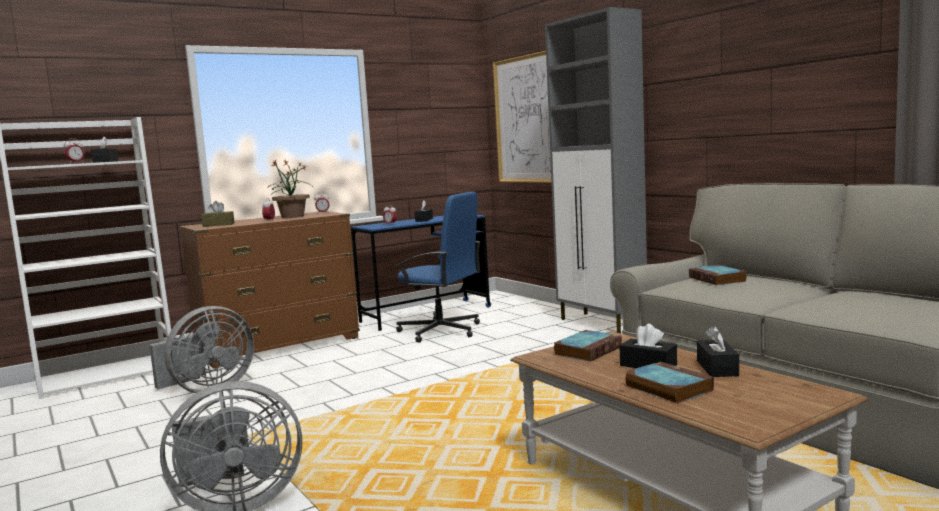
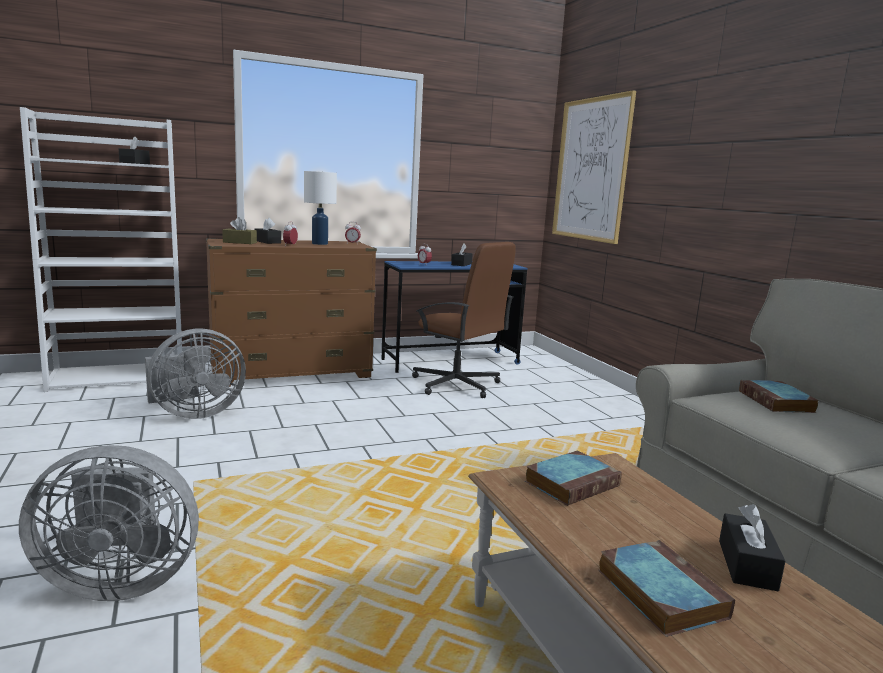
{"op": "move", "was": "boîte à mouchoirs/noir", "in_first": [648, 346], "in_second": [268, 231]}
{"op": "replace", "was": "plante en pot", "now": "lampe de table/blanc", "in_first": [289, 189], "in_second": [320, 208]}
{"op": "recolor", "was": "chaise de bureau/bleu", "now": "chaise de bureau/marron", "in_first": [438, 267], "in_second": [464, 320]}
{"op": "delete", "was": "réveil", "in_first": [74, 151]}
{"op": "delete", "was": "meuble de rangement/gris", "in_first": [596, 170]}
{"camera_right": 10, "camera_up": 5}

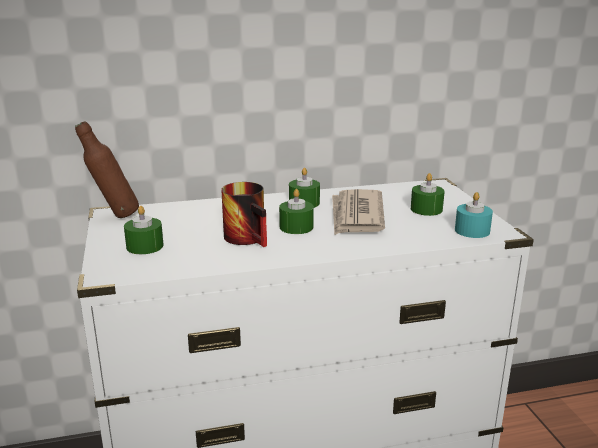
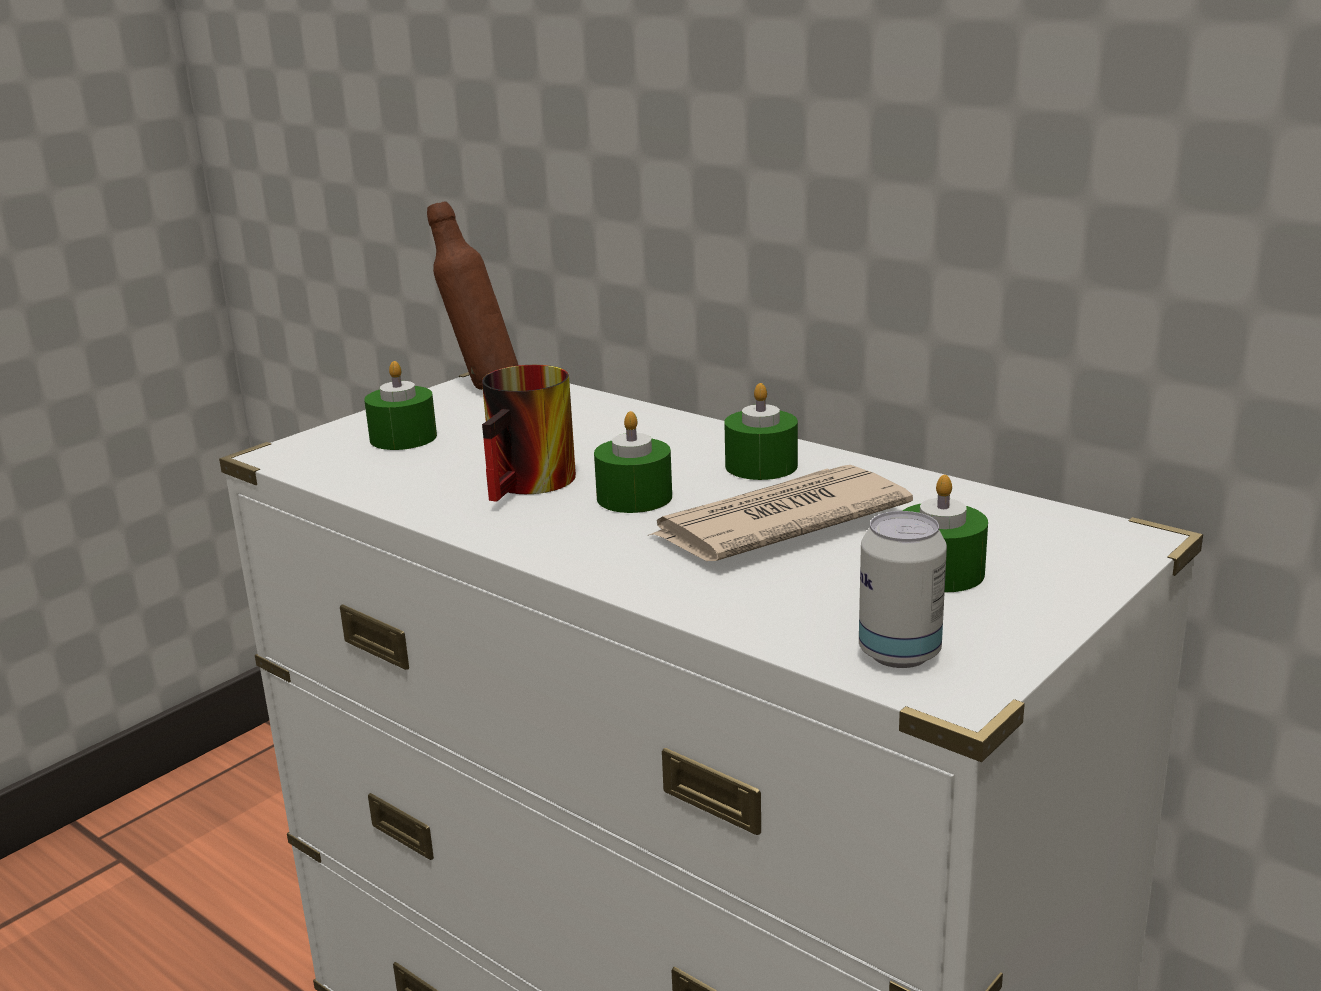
{"op": "replace", "was": "bougie/turquoise", "now": "boîte métallique", "in_first": [474, 215], "in_second": [903, 589]}
{"camera_right": 55, "camera_up": 0}

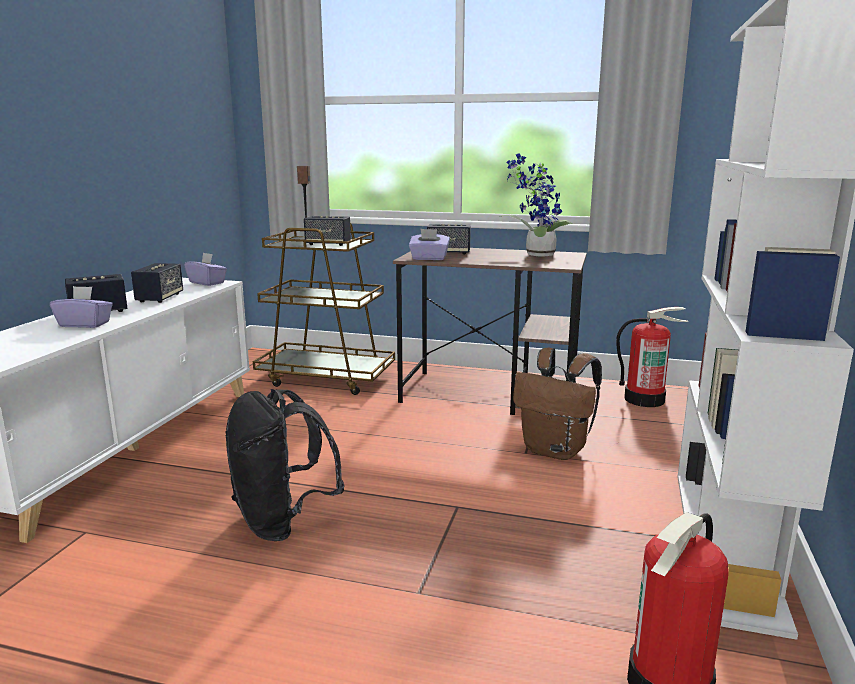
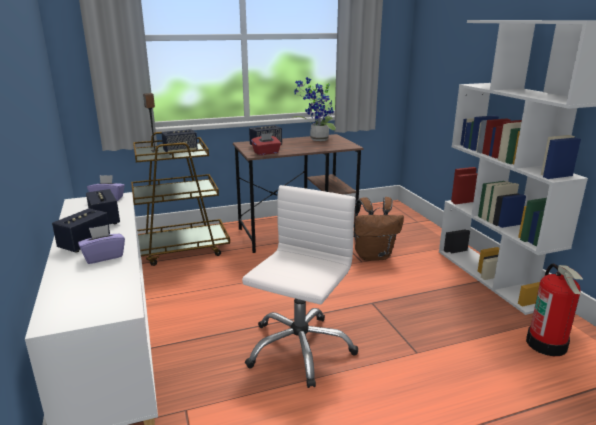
{"op": "replace", "was": "sac à dos/noir", "now": "chaise de bureau/blanc", "in_first": [285, 465], "in_second": [300, 286]}
{"op": "recolor", "was": "boîte à mouchoirs/violet", "now": "boîte à mouchoirs/rouge", "in_first": [429, 244], "in_second": [266, 144]}
{"op": "delete", "was": "extincteur", "in_first": [652, 357]}
{"camera_right": -35, "camera_up": 5}

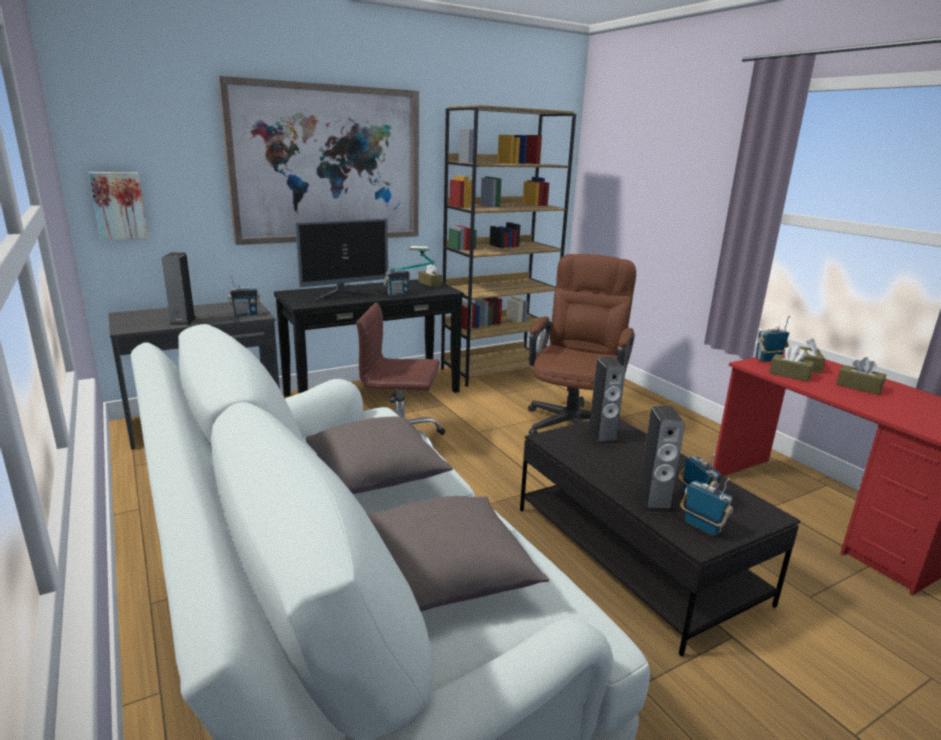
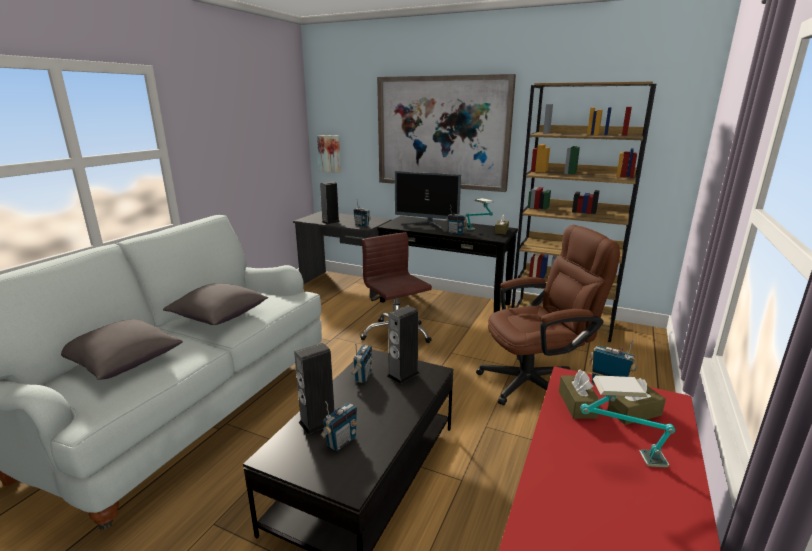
{"op": "move", "was": "radio", "in_first": [707, 507], "in_second": [362, 363]}
{"op": "replace", "was": "boîte à mouchoirs/marron", "now": "lampe de table", "in_first": [861, 376], "in_second": [627, 421]}
{"camera_right": 55, "camera_up": 0}

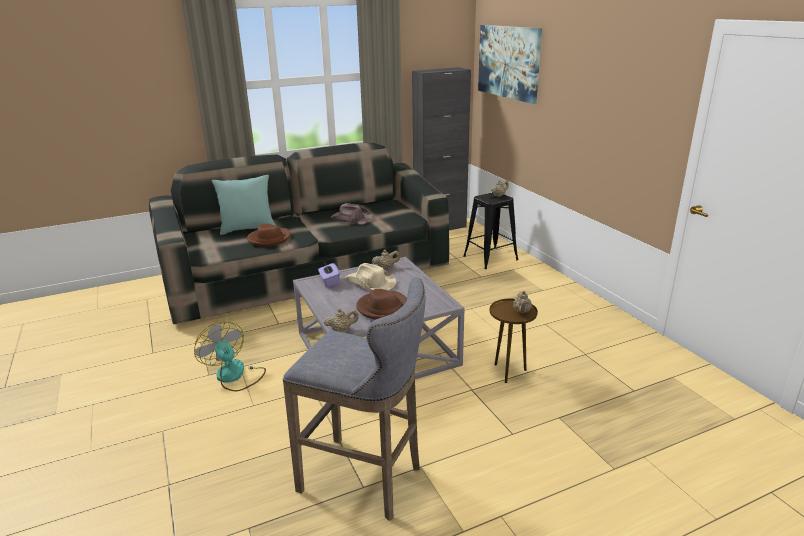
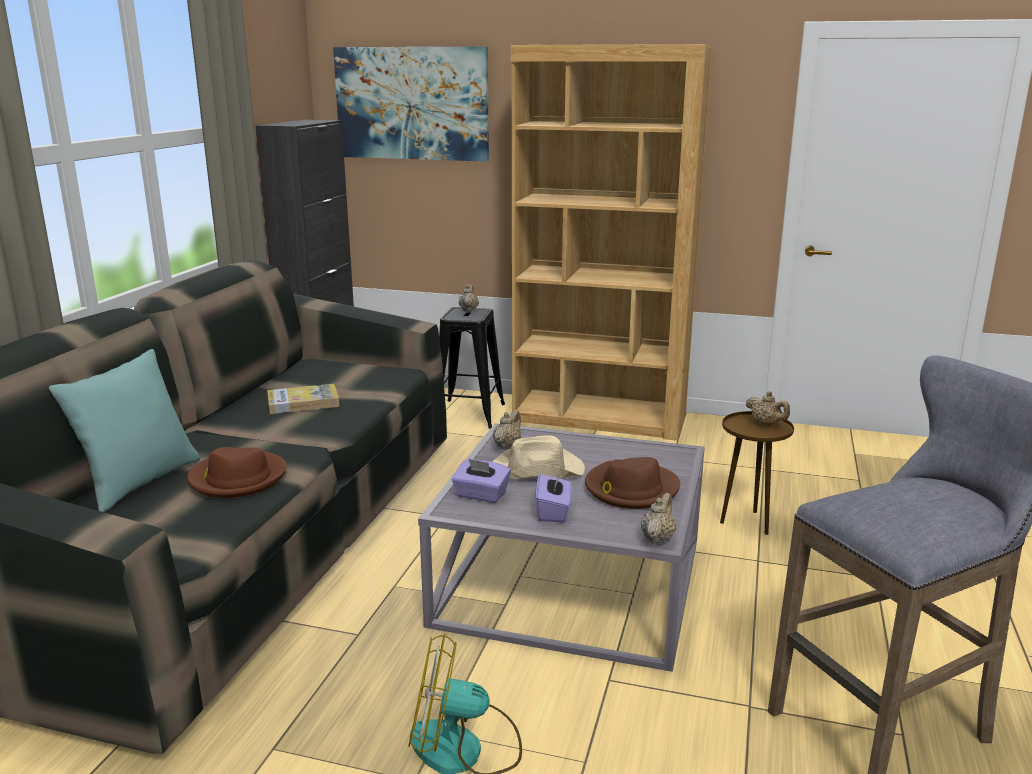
{"op": "replace", "was": "chapeau/marron", "now": "livre", "in_first": [352, 214], "in_second": [303, 399]}
{"op": "insert", "now": "bibliothèque/marron", "in_second": [611, 242]}
{"op": "insert", "now": "boîte à mouchoirs/violet", "in_second": [553, 496]}
{"camera_right": -50, "camera_up": -5}

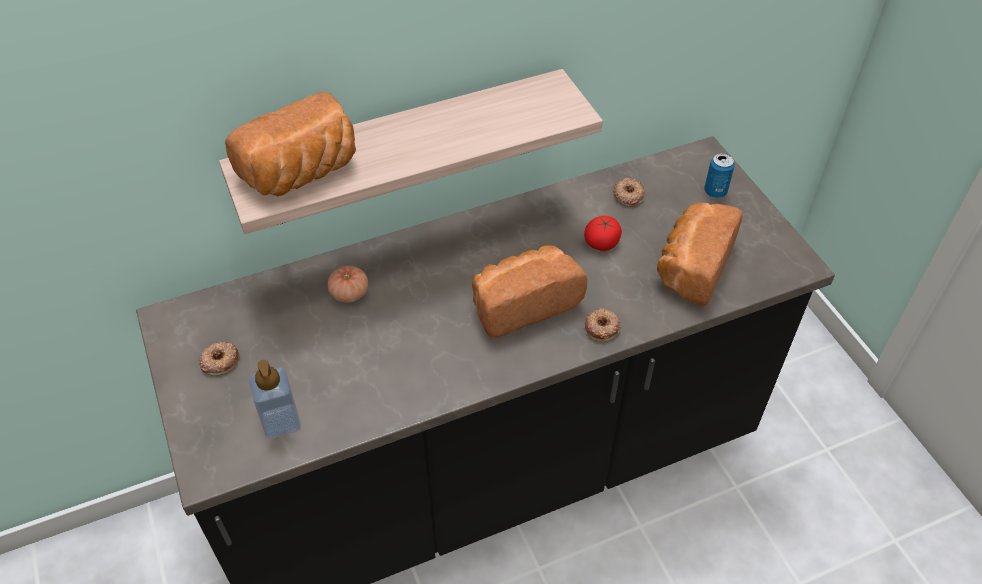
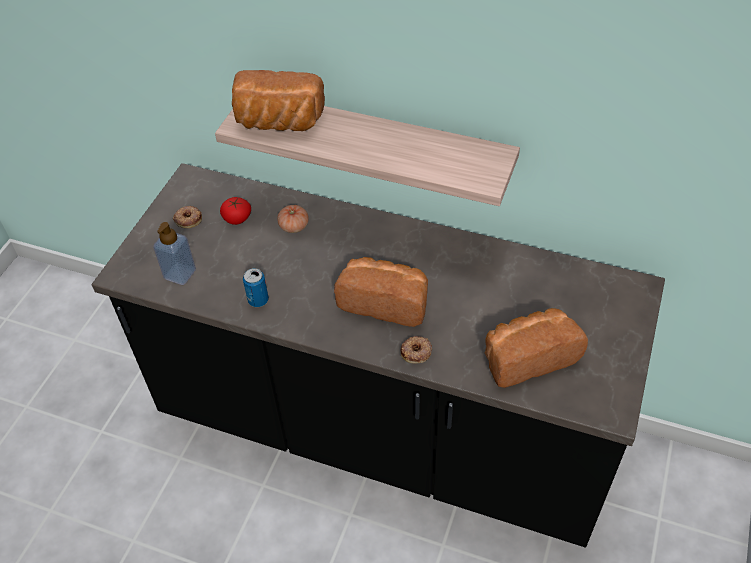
{"op": "move", "was": "tomate", "in_first": [603, 233], "in_second": [235, 211]}
{"op": "move", "was": "boîte métallique", "in_first": [719, 175], "in_second": [256, 287]}
{"op": "delete", "was": "beignet", "in_first": [629, 192]}
{"camera_right": 45, "camera_up": 0}

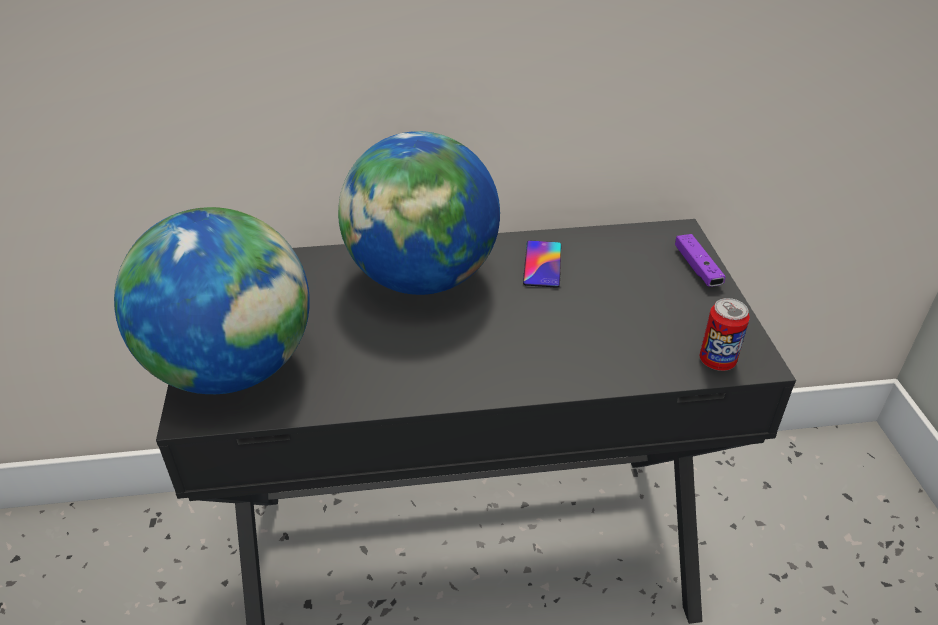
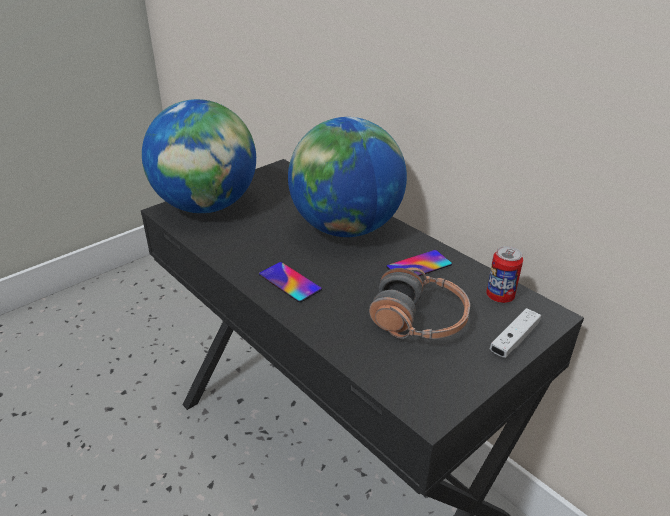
{"op": "insert", "now": "téléphone", "in_second": [290, 282]}
{"op": "insert", "now": "casque audio", "in_second": [419, 303]}
{"op": "move", "was": "boîte métallique", "in_first": [725, 334], "in_second": [504, 274]}
{"op": "recolor", "was": "manette/violet", "now": "manette/blanc", "in_first": [700, 260], "in_second": [515, 333]}
{"camera_right": 55, "camera_up": -5}

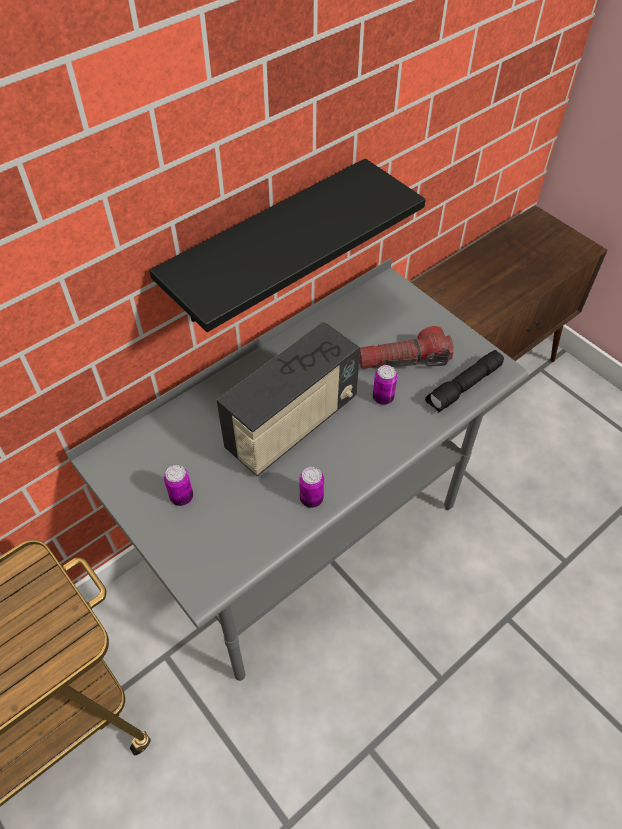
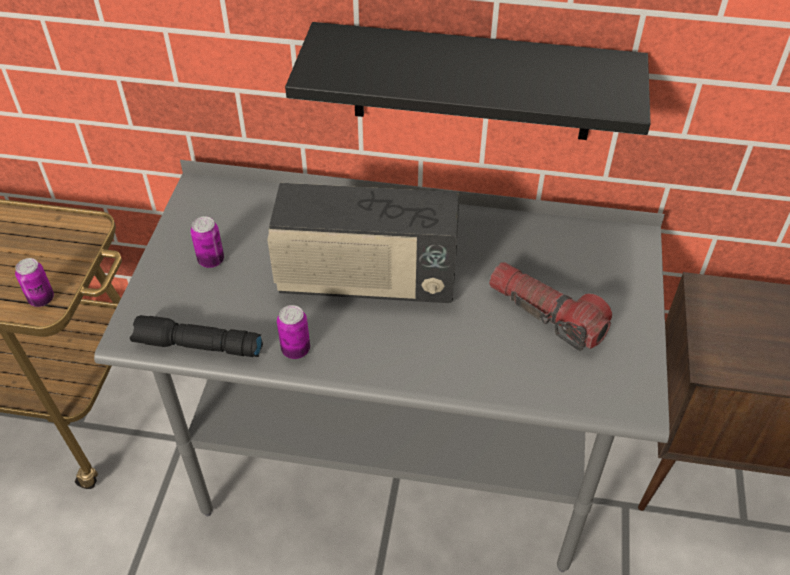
{"op": "move", "was": "boîte métallique", "in_first": [385, 385], "in_second": [34, 282]}
{"op": "move", "was": "lampe de poche/noir", "in_first": [464, 381], "in_second": [196, 336]}
{"camera_right": 50, "camera_up": -5}

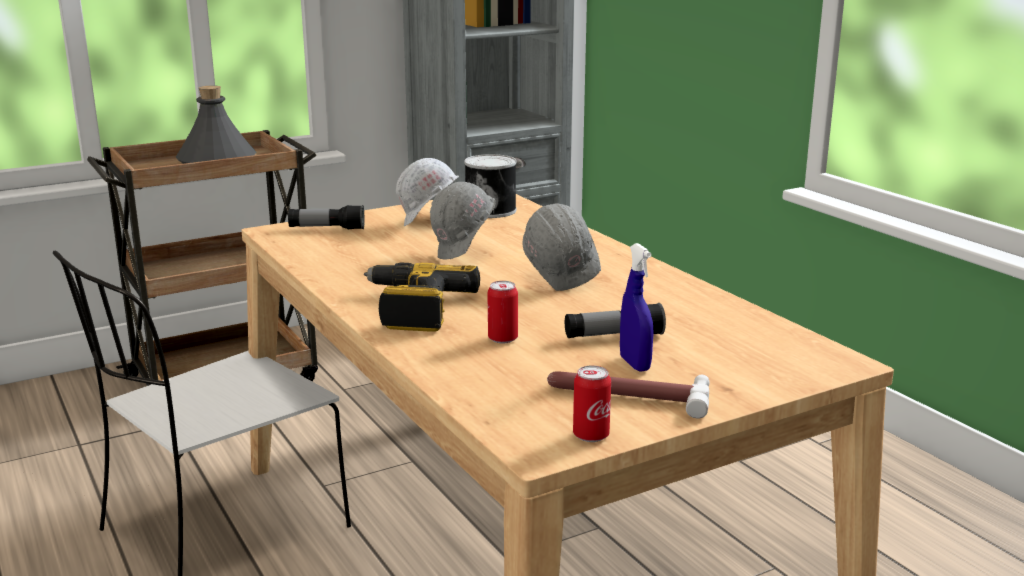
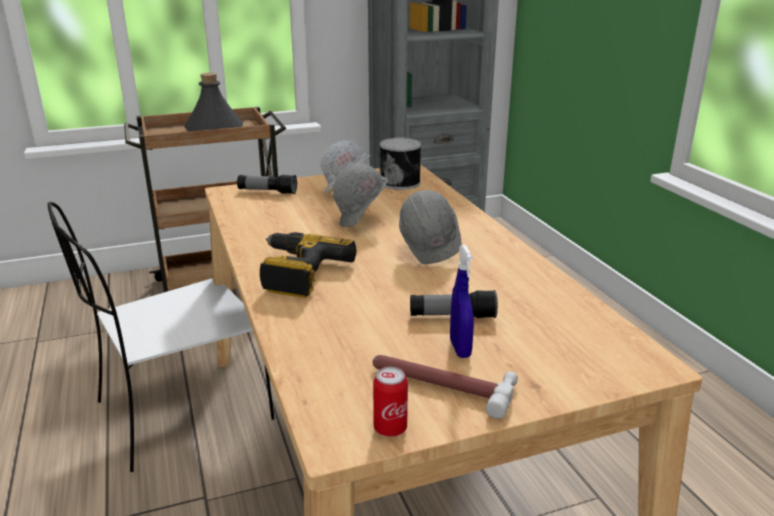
{"op": "delete", "was": "boîte métallique", "in_first": [502, 312]}
{"camera_right": 10, "camera_up": 5}

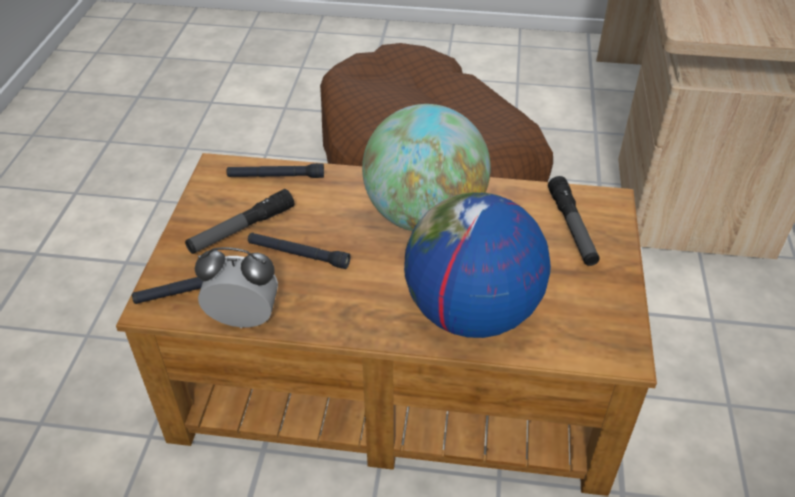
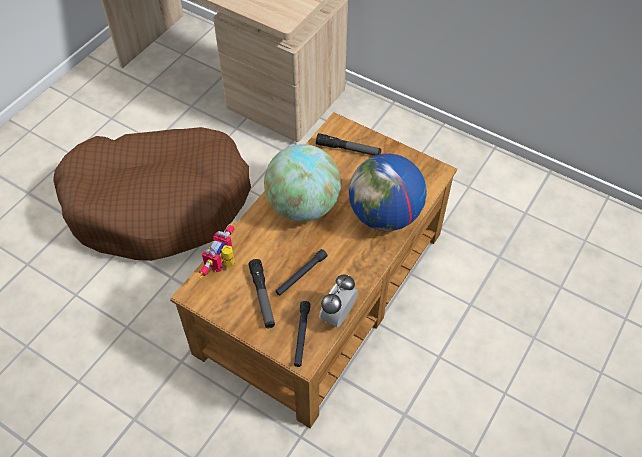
{"op": "replace", "was": "lampe de poche/noir", "now": "robot jouet", "in_first": [275, 170], "in_second": [217, 250]}
{"camera_right": -65, "camera_up": 10}

